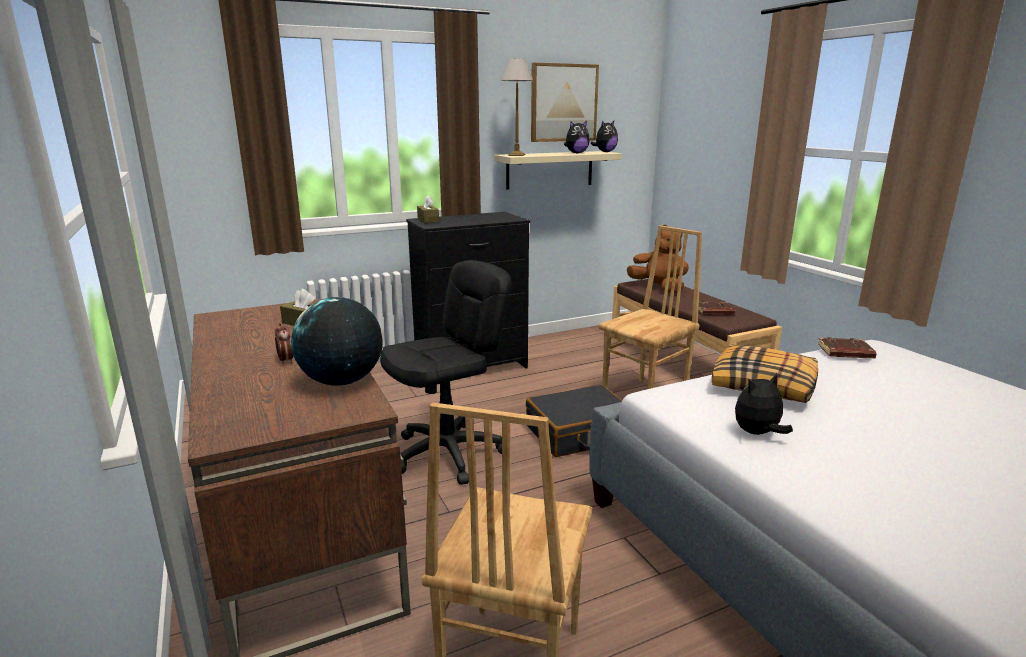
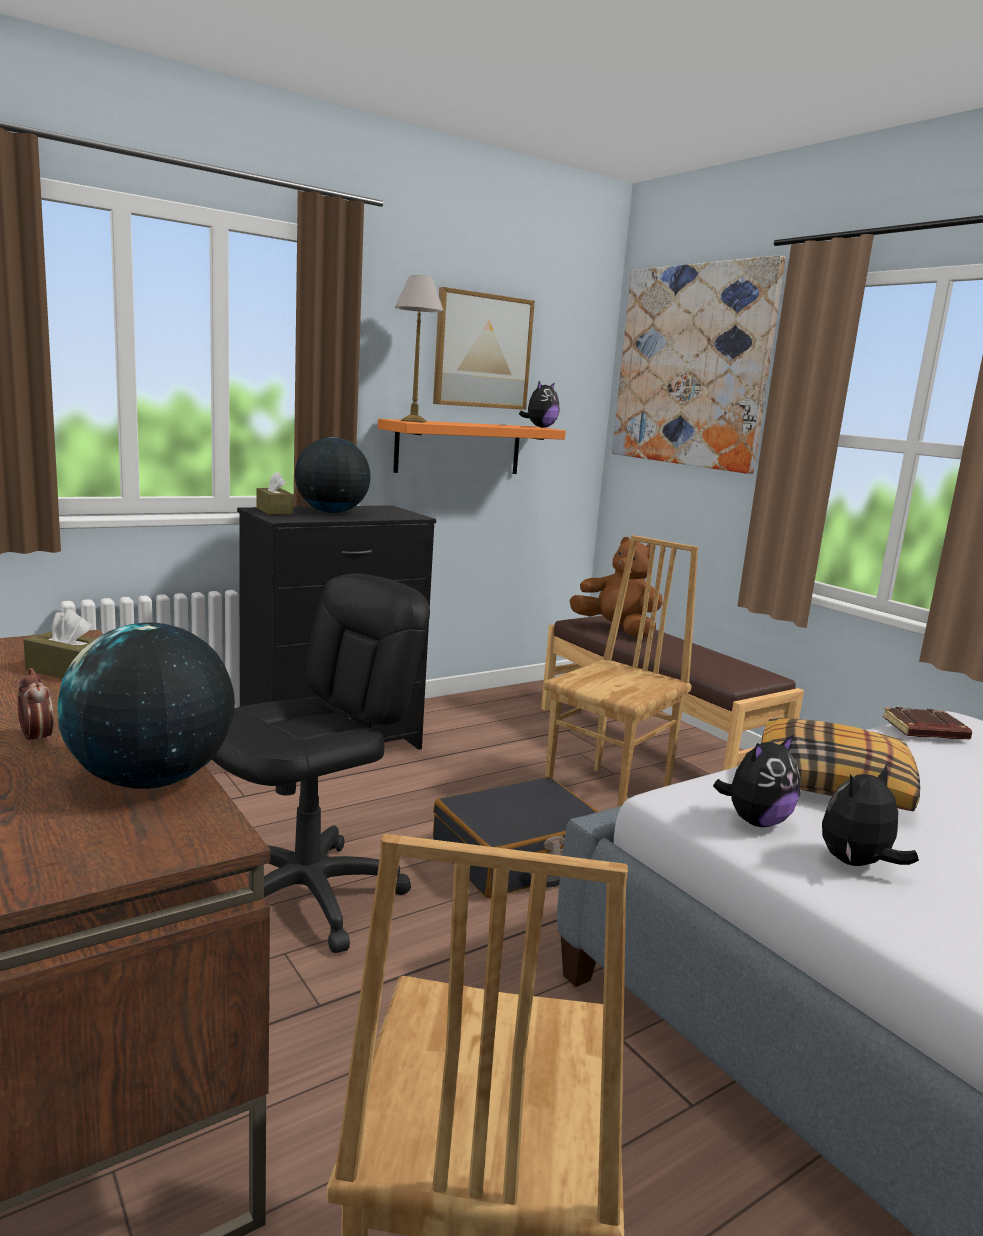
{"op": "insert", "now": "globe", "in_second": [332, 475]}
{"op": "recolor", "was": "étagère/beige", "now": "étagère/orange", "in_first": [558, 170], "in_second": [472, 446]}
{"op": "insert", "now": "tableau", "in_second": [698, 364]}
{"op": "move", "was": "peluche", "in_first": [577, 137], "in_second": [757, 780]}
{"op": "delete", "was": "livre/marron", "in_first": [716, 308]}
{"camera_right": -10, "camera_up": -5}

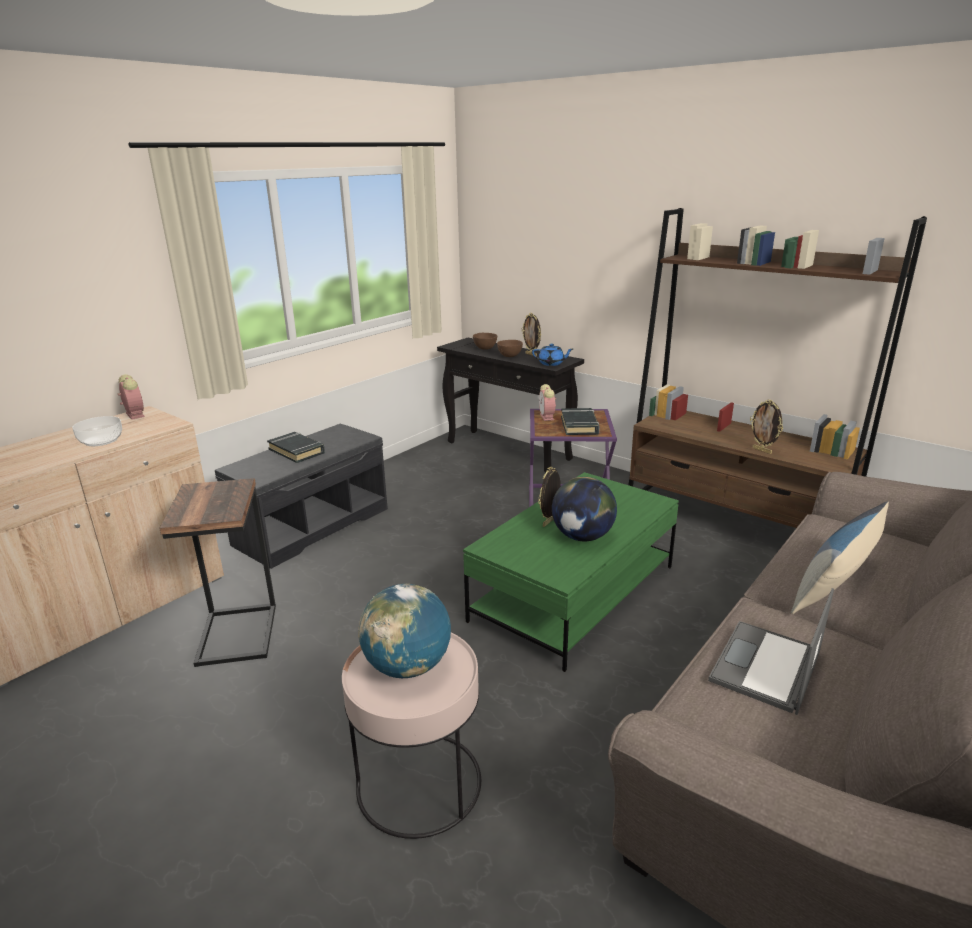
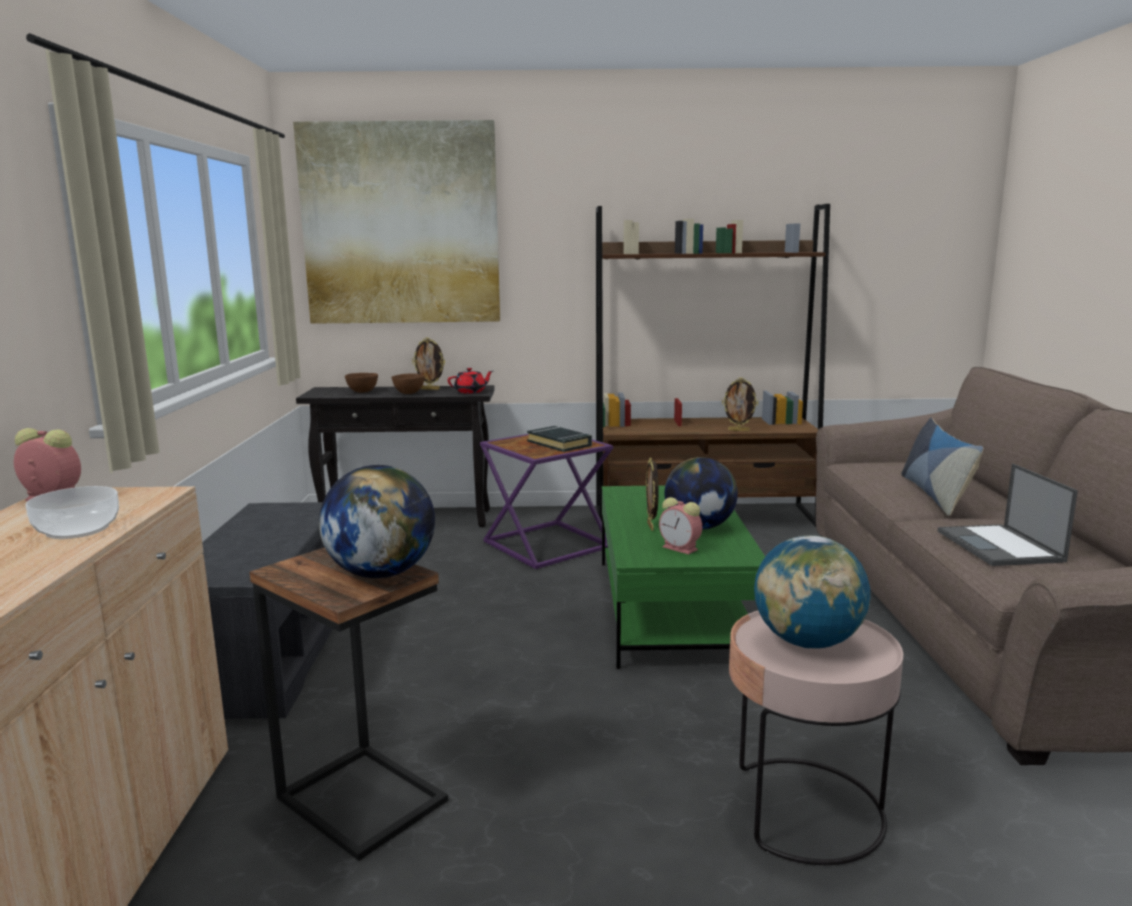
{"op": "insert", "now": "tableau", "in_second": [396, 222]}
{"op": "insert", "now": "globe", "in_second": [377, 521]}
{"op": "recolor", "was": "théière/bleu", "now": "théière/rouge", "in_first": [552, 355], "in_second": [470, 381]}
{"op": "move", "was": "réveil", "in_first": [547, 402], "in_second": [680, 526]}
{"op": "delete", "was": "livre/noir", "in_first": [296, 447]}
{"camera_right": -40, "camera_up": -10}

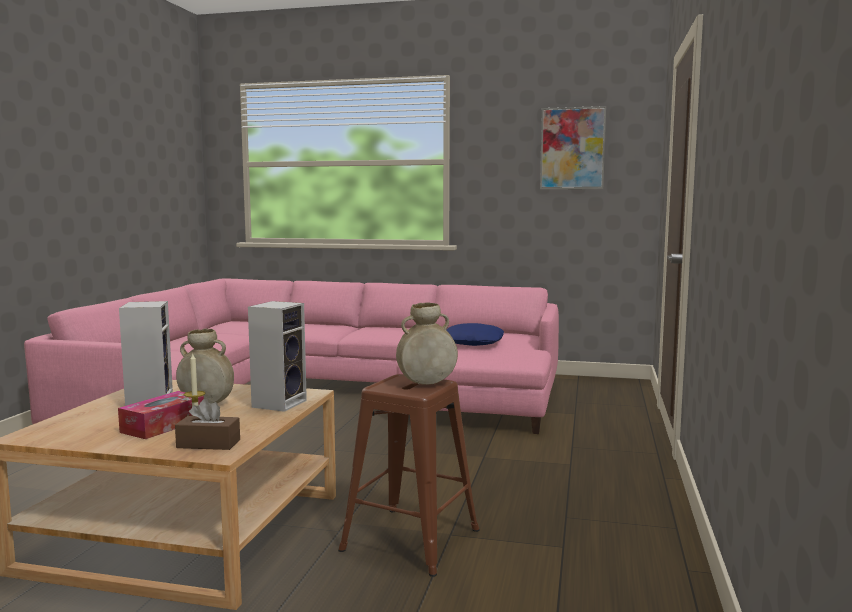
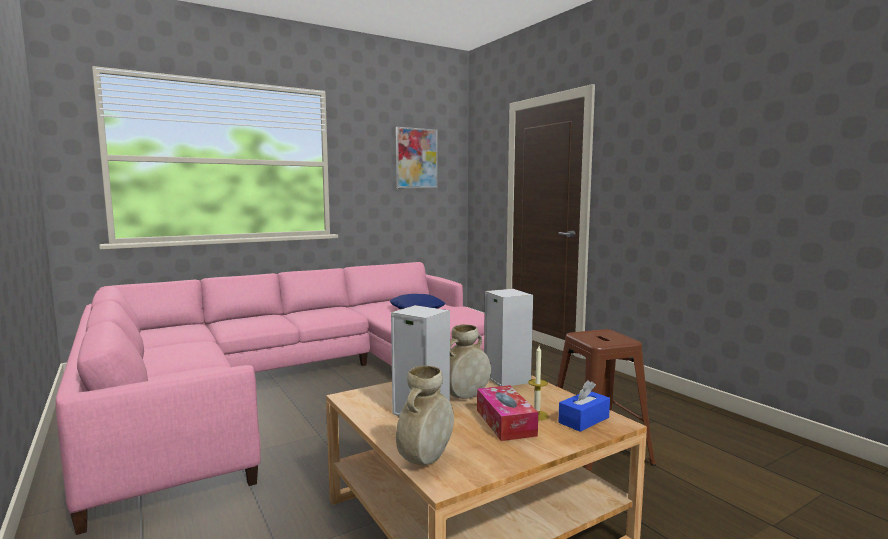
{"op": "move", "was": "vase/beige", "in_first": [427, 343], "in_second": [425, 415]}
{"op": "recolor", "was": "boîte à mouchoirs/marron", "now": "boîte à mouchoirs/bleu", "in_first": [207, 424], "in_second": [584, 406]}
{"camera_right": -45, "camera_up": 0}

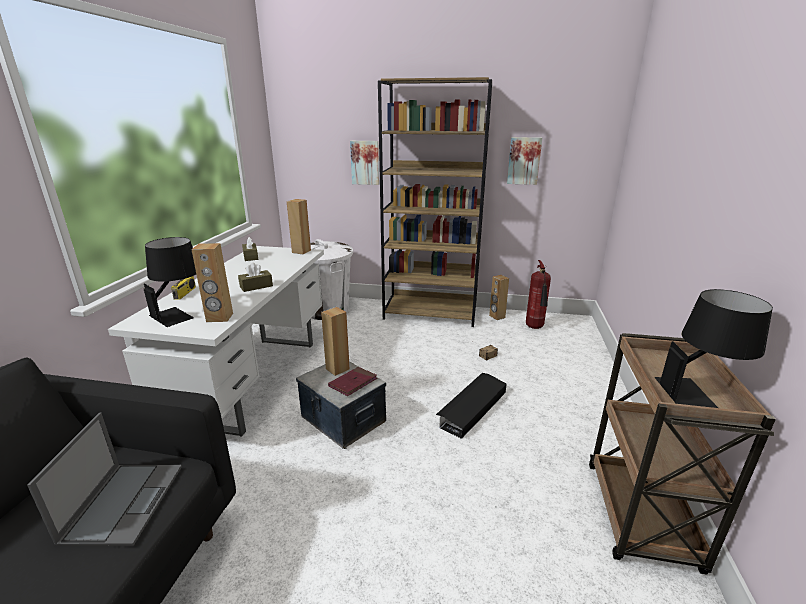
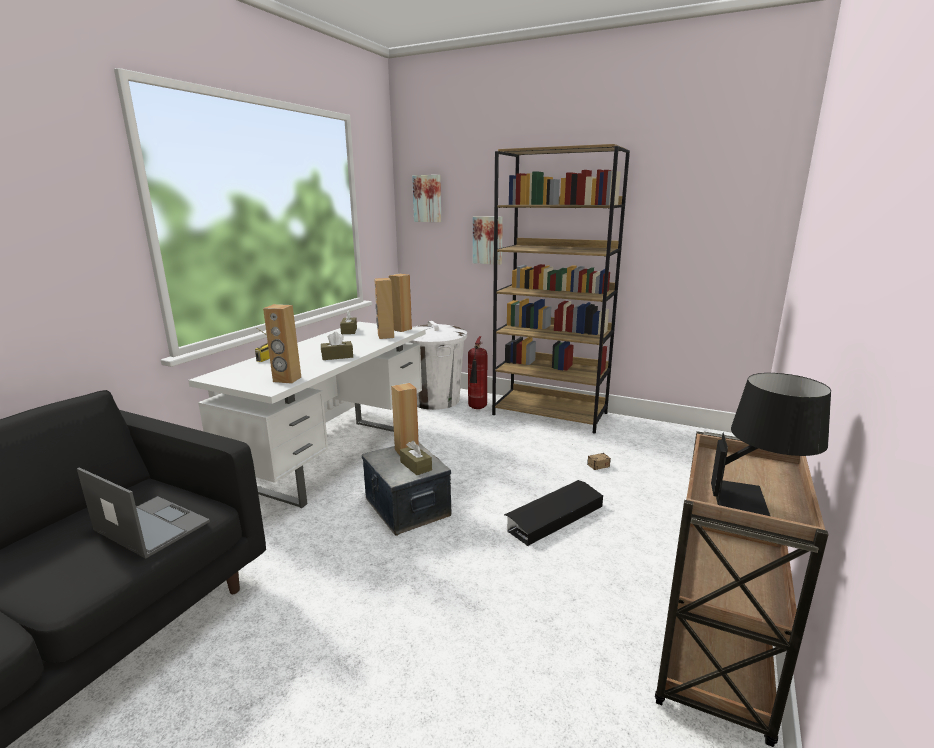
{"op": "rotate", "was": "ordinateur portable", "in_first": [104, 479], "in_second": [143, 513], "clockwise": -75}
{"op": "move", "was": "enceinte/marron", "in_first": [499, 297], "in_second": [384, 308]}
{"op": "replace", "was": "livre/rouge", "now": "boîte à mouchoirs/marron", "in_first": [352, 381], "in_second": [416, 458]}
{"op": "move", "was": "tableau", "in_first": [524, 161], "in_second": [426, 198]}
{"op": "move", "was": "extincteur", "in_first": [538, 294], "in_second": [477, 372]}
{"op": "delete", "was": "lampe de table/noir", "in_first": [170, 282]}
{"camera_right": 15, "camera_up": -5}

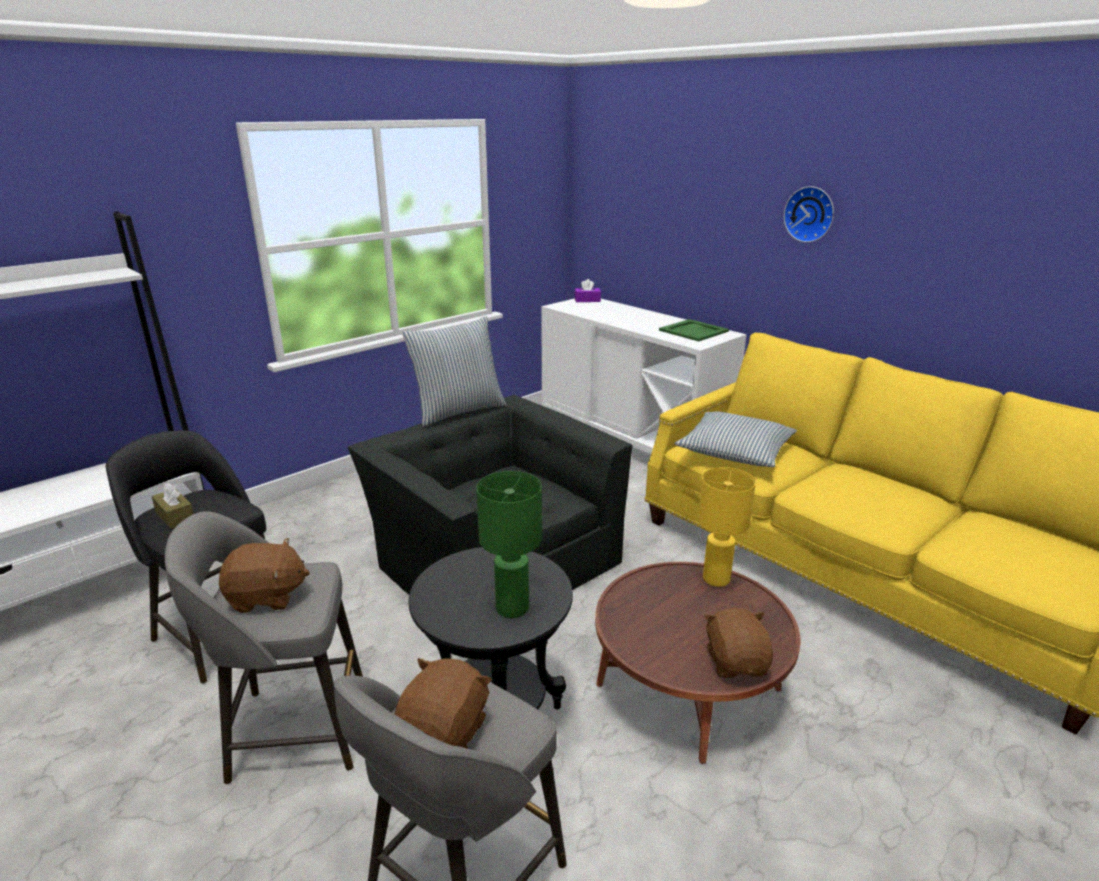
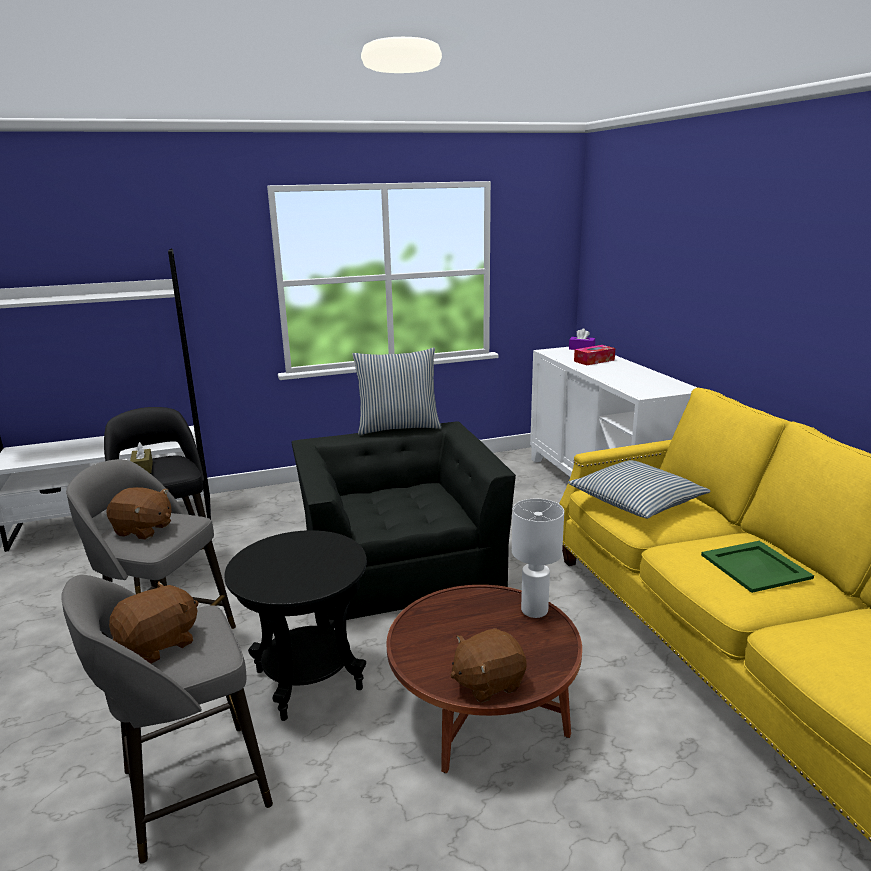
{"op": "rotate", "was": "peluche/marron", "in_first": [738, 643], "in_second": [489, 665], "clockwise": -135}
{"op": "recolor", "was": "lampe de table/jaune", "now": "lampe de table/blanc", "in_first": [727, 527], "in_second": [538, 558]}
{"op": "insert", "now": "boîte à mouchoirs", "in_second": [594, 355]}
{"op": "move", "was": "plateau/vert", "in_first": [694, 330], "in_second": [757, 567]}
{"op": "delete", "was": "lampe de table/vert", "in_first": [509, 544]}
{"op": "delete", "was": "horloge murale", "in_first": [809, 214]}
{"camera_right": 25, "camera_up": -5}

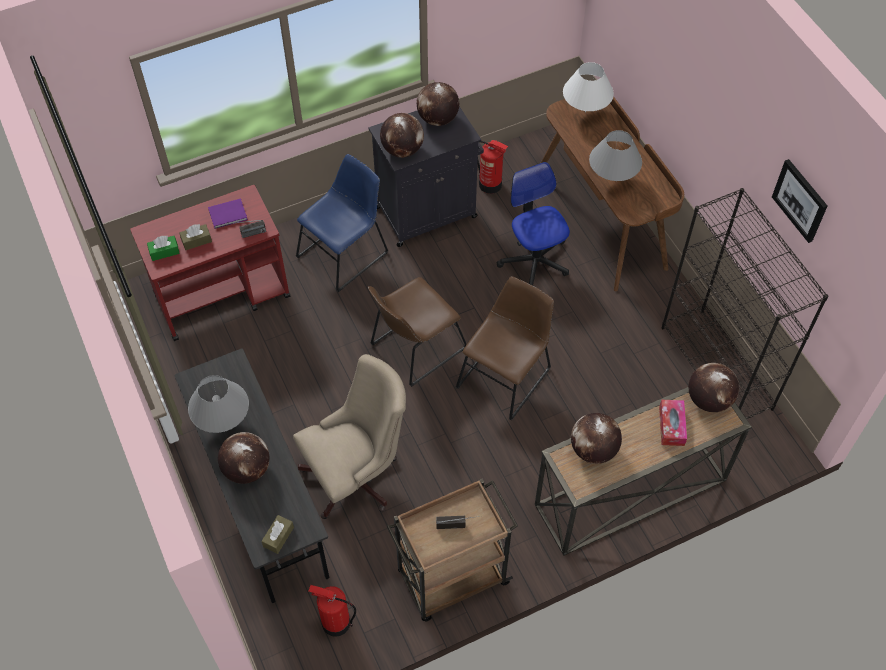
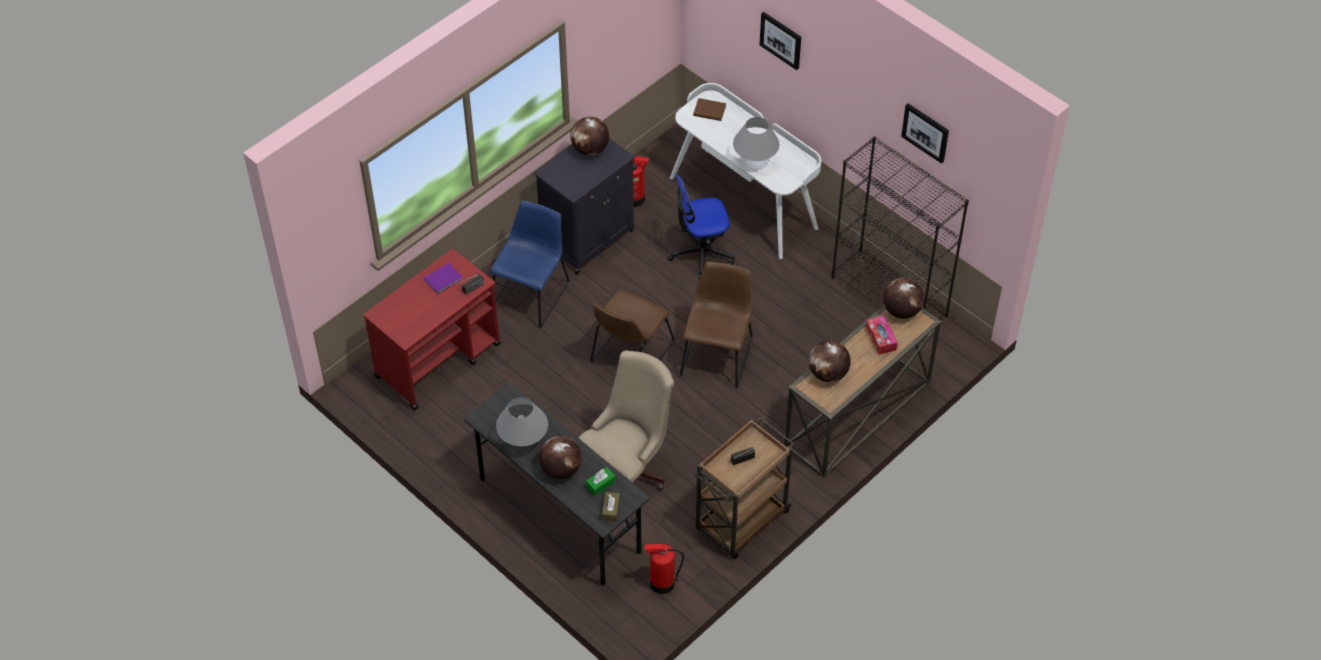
{"op": "move", "was": "boîte à mouchoirs/vert", "in_first": [163, 248], "in_second": [601, 481]}
{"op": "rotate", "was": "chaise de bureau", "in_first": [533, 223], "in_second": [701, 227], "clockwise": -60}
{"op": "recolor", "was": "bureau/marron", "now": "bureau/blanc", "in_first": [612, 193], "in_second": [745, 171]}
{"op": "replace", "was": "lampe de table/blanc", "now": "livre/marron", "in_first": [588, 87], "in_second": [709, 109]}
{"op": "insert", "now": "tableau", "in_second": [780, 41]}
{"op": "delete", "was": "boîte à mouchoirs/marron", "in_first": [195, 237]}
{"op": "delete", "was": "globe", "in_first": [402, 135]}
{"camera_right": -20, "camera_up": -5}

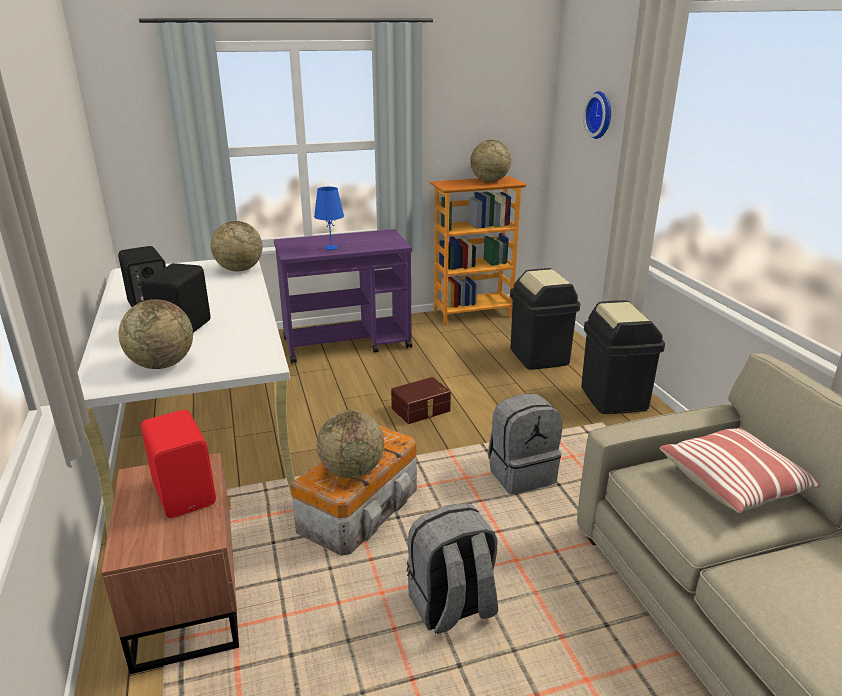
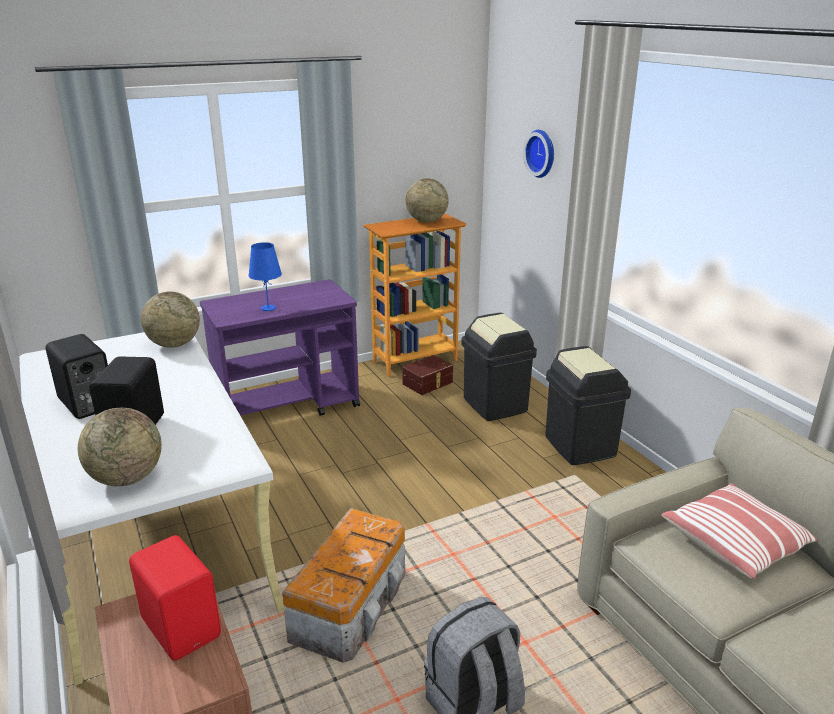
{"op": "move", "was": "boîte de rangement/marron", "in_first": [421, 400], "in_second": [427, 375]}
{"op": "delete", "was": "globe", "in_first": [350, 444]}
{"op": "delete", "was": "sac à dos/gris", "in_first": [525, 444]}
{"camera_right": -10, "camera_up": 0}

